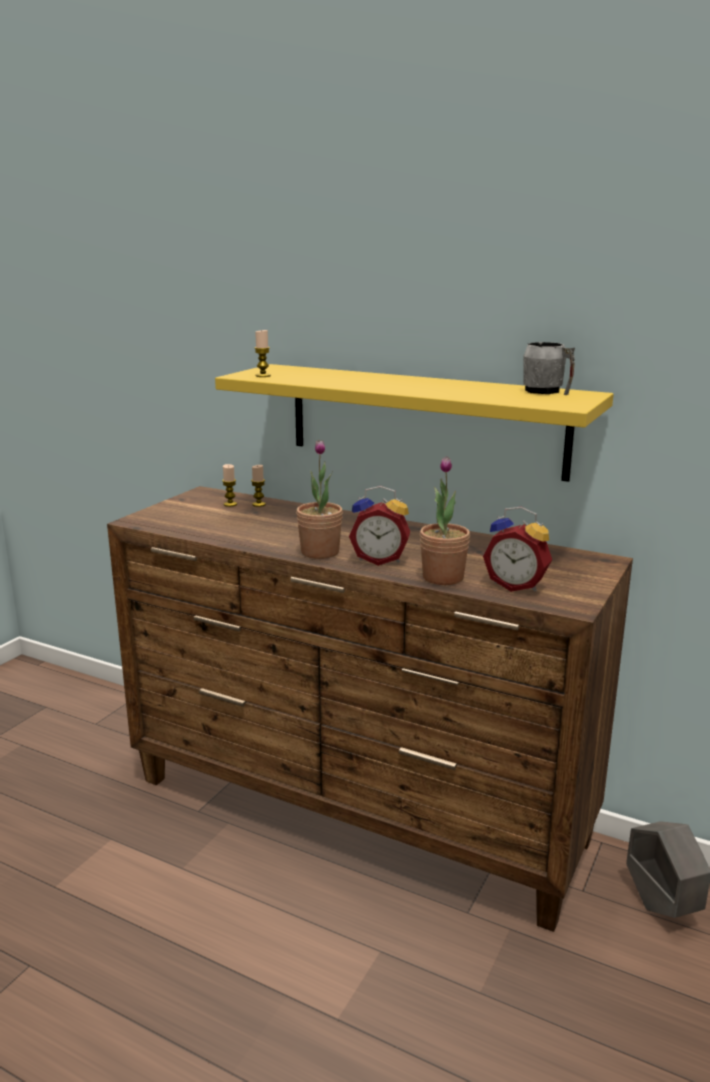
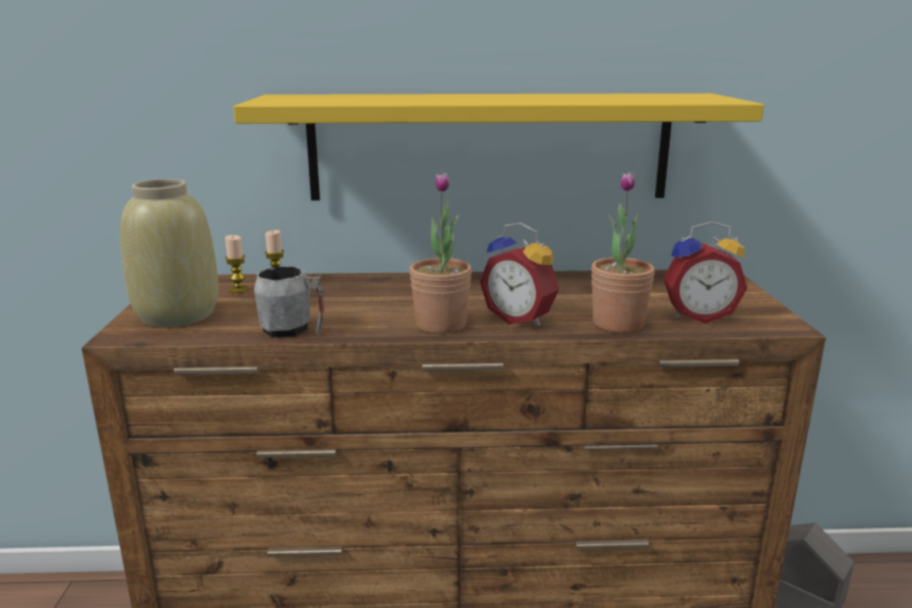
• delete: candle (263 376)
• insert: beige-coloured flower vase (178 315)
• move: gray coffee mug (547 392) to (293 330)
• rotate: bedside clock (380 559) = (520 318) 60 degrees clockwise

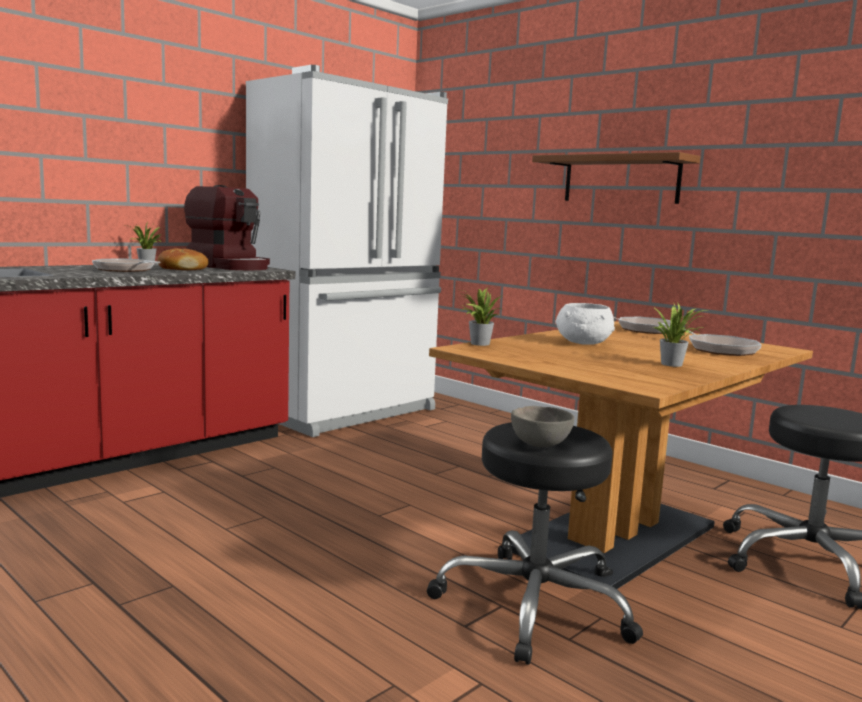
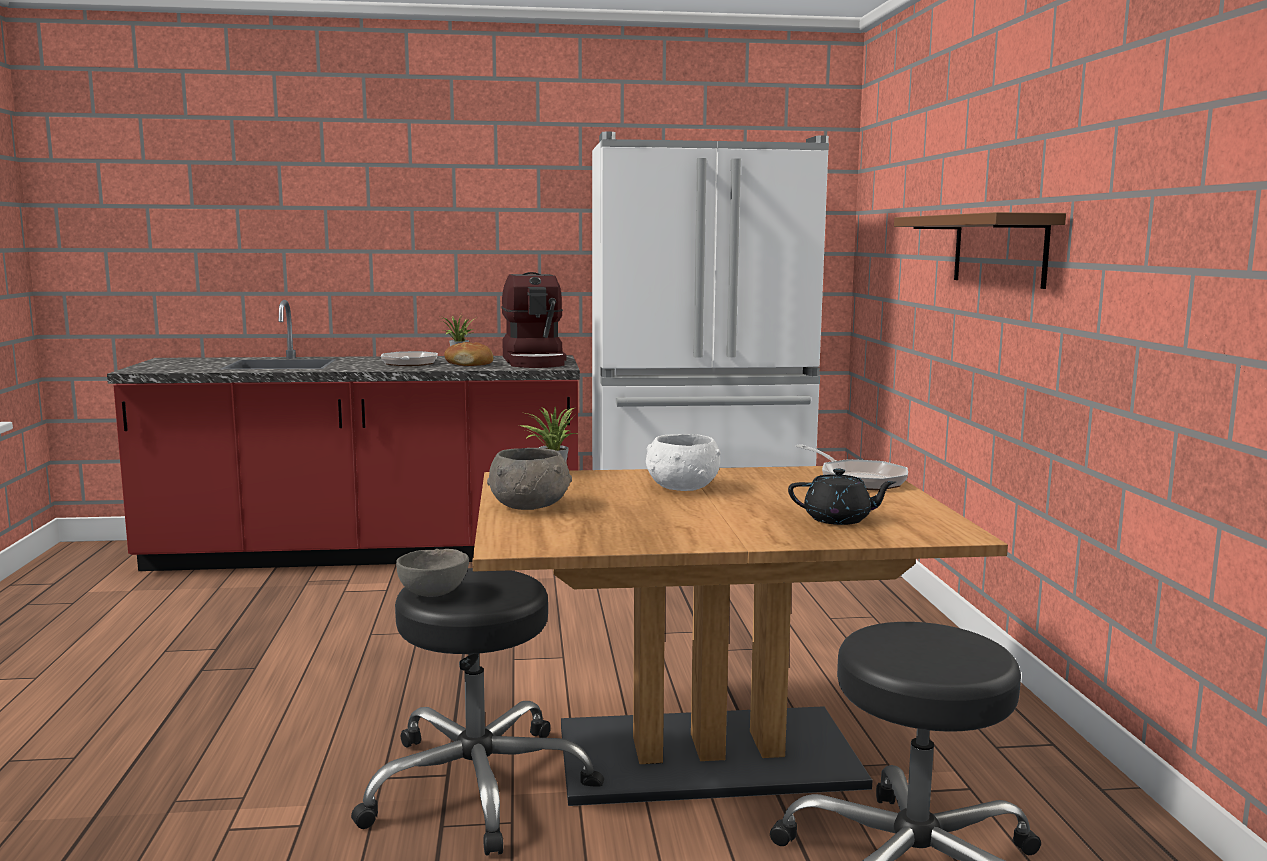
• delete: plant in a pot (674 364)
• insert: gray serving bowl (530 506)
• replace: frying pan (716 349) to black pot for tea (838 519)

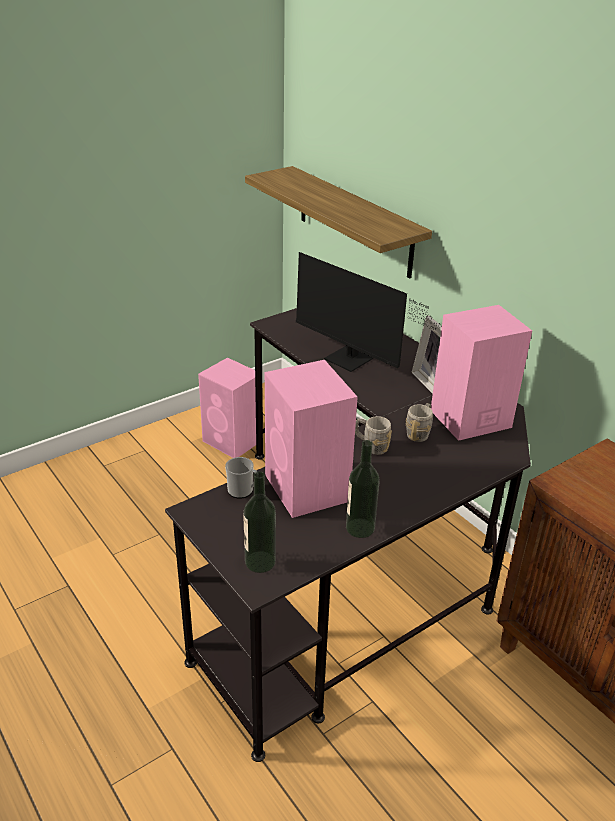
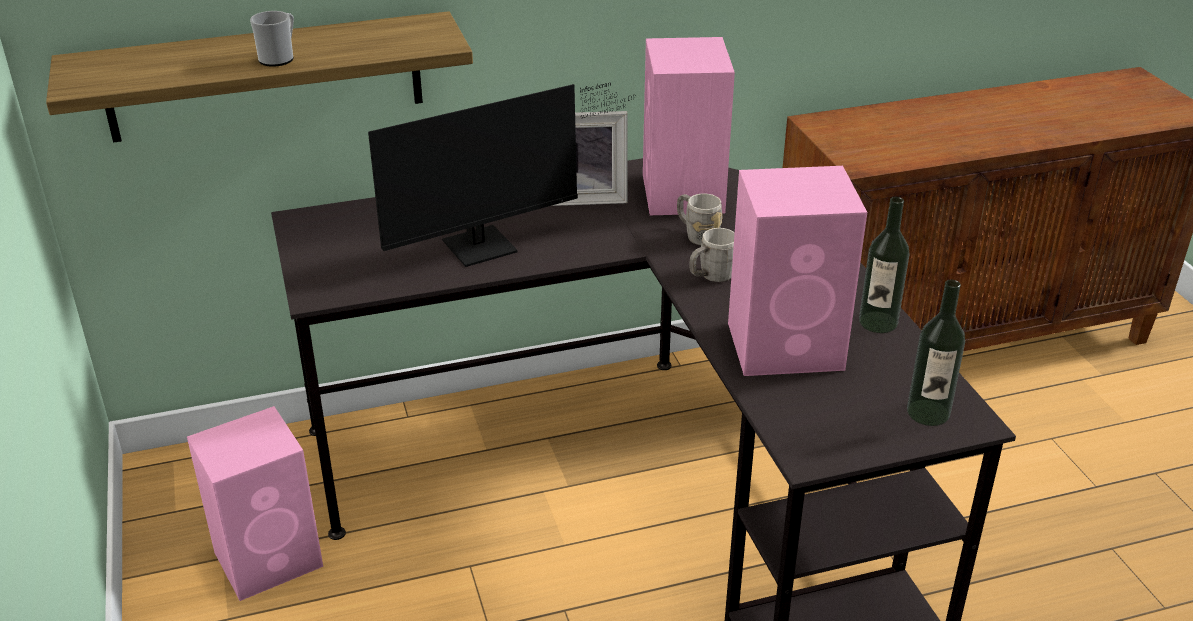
• move: coffee mug (243 491) to (279 58)

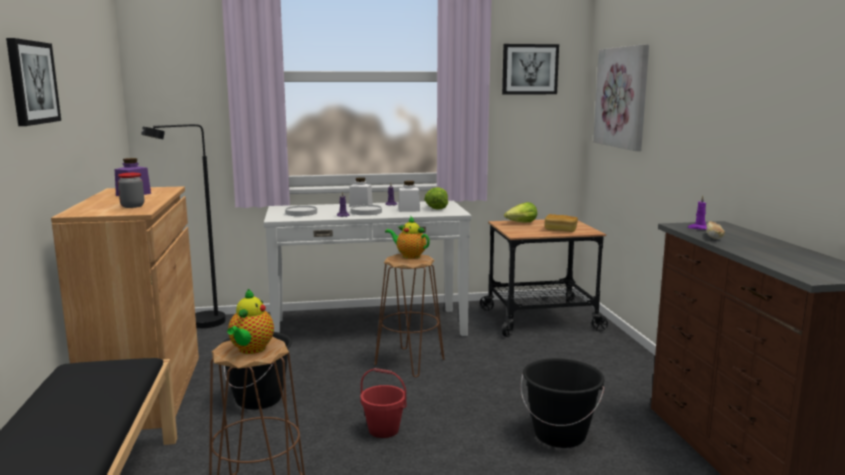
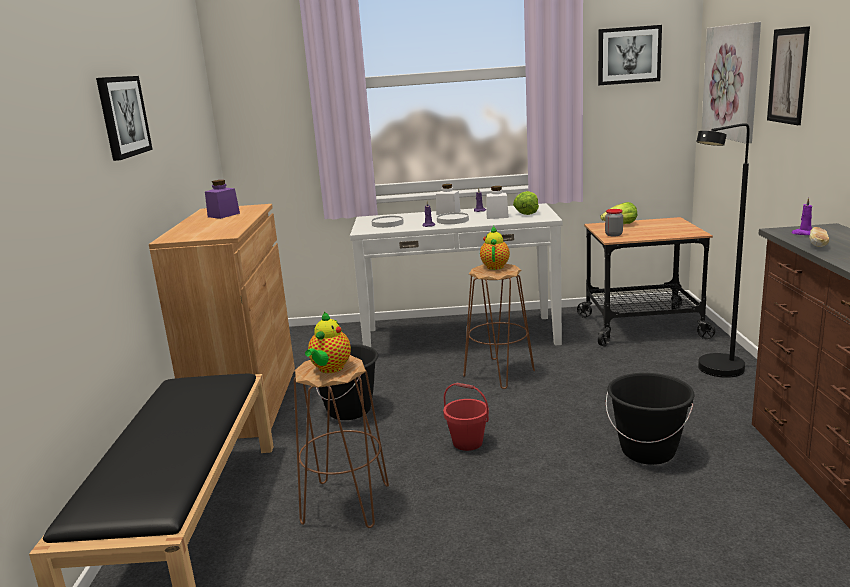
• delete: bread (560 230)
• insert: wall art (788 76)
• move: preserve jar (132 206) to (613 234)
• move: black floor lamp (198 325) to (715 372)
• rotate: pot for tea (409 256) = (495 266) 60 degrees clockwise

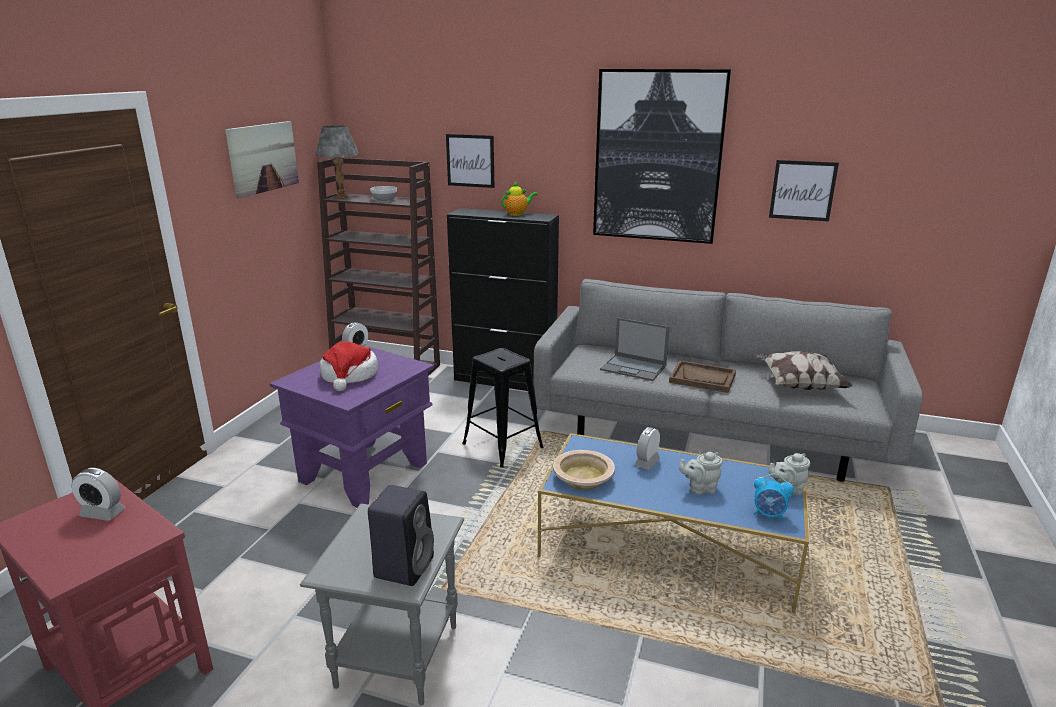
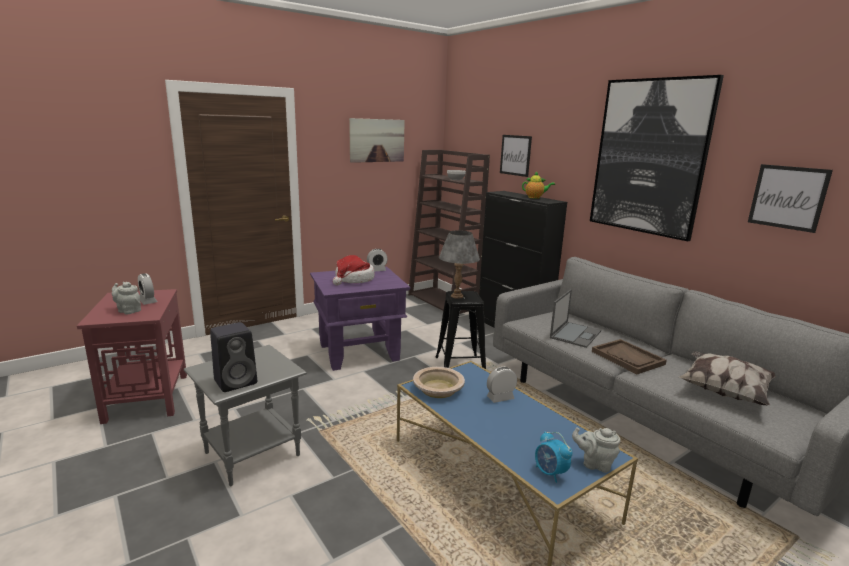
• move: gray tabletop lamp (342 197) to (457 296)
• move: gray pot for tea (700 488) to (128 310)
• rotate: notebook computer (634 368) = (575 334) 120 degrees counterclockwise

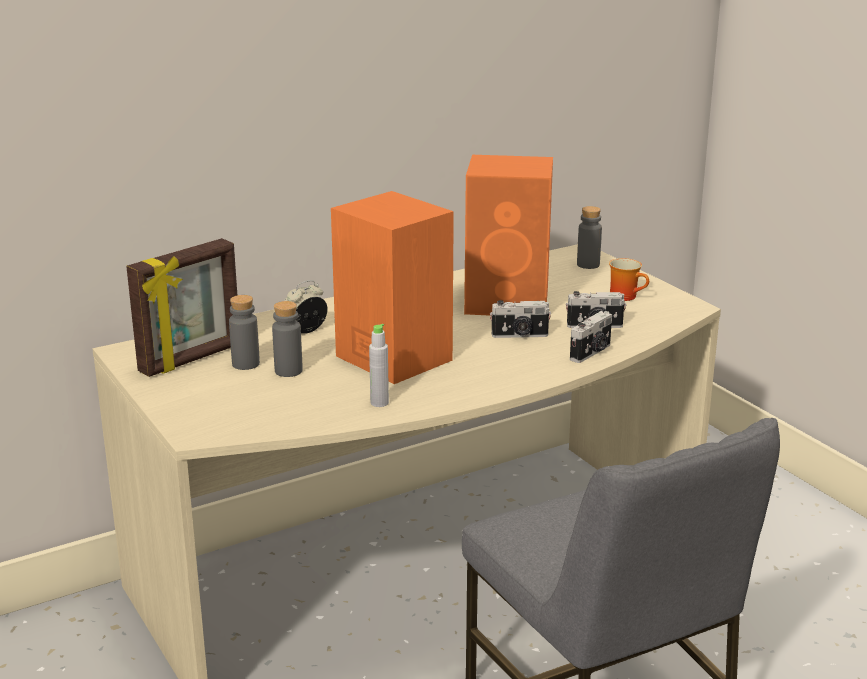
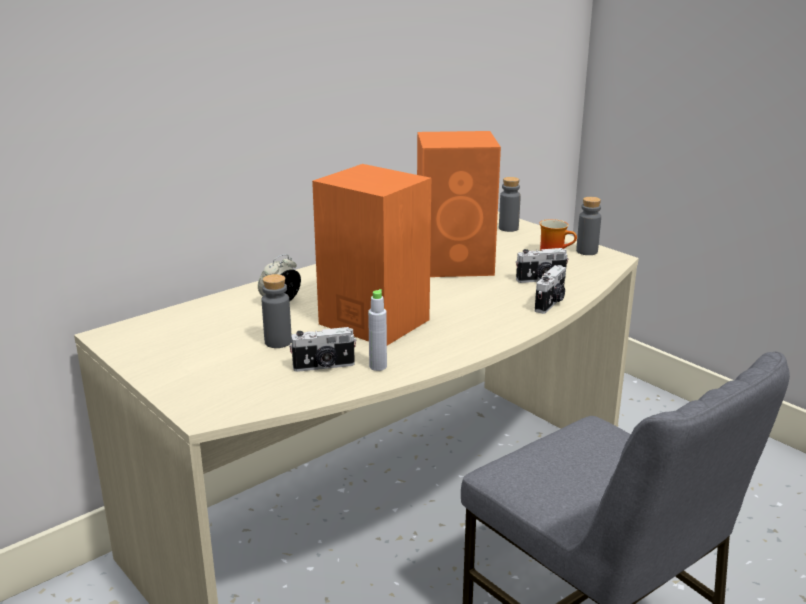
• delete: standing frame (191 359)
• move: gray bottle (245 364) to (587 251)
• move: still camera (520 335) to (324 366)

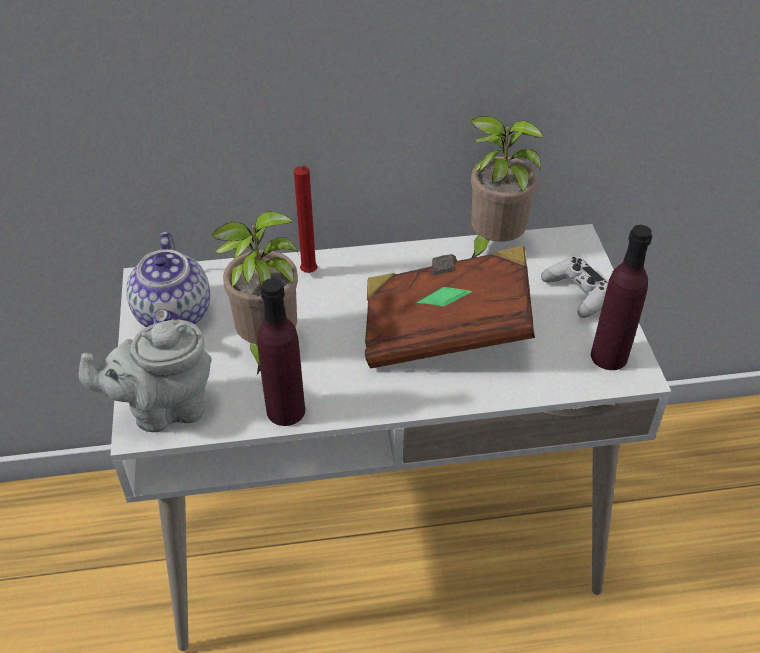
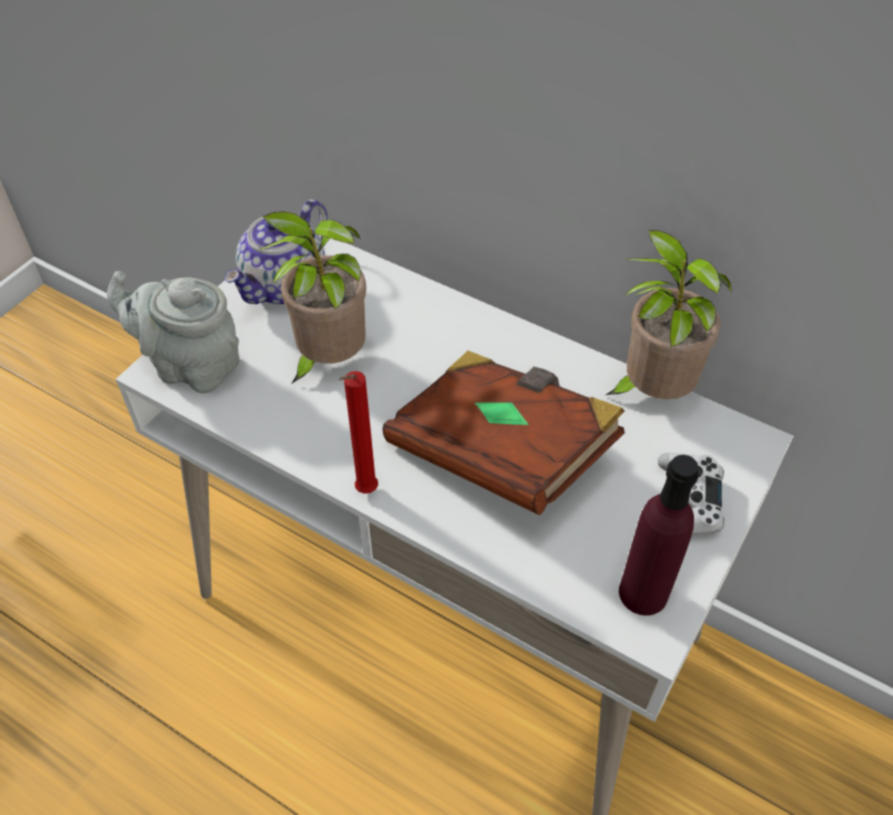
• delete: purplish bottle (285 410)
• move: red-coloured candle (309 274) to (364 492)

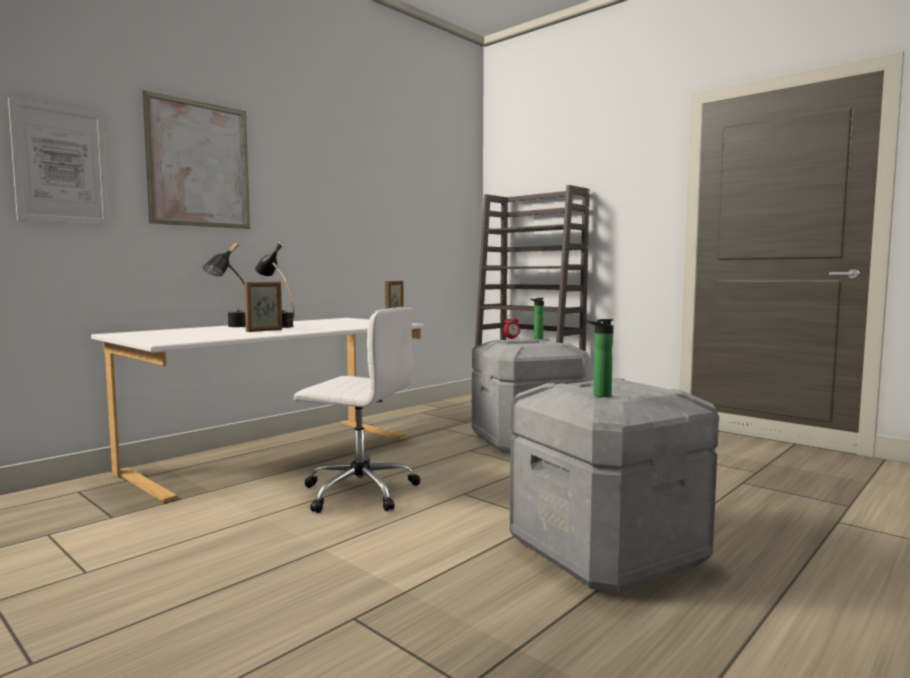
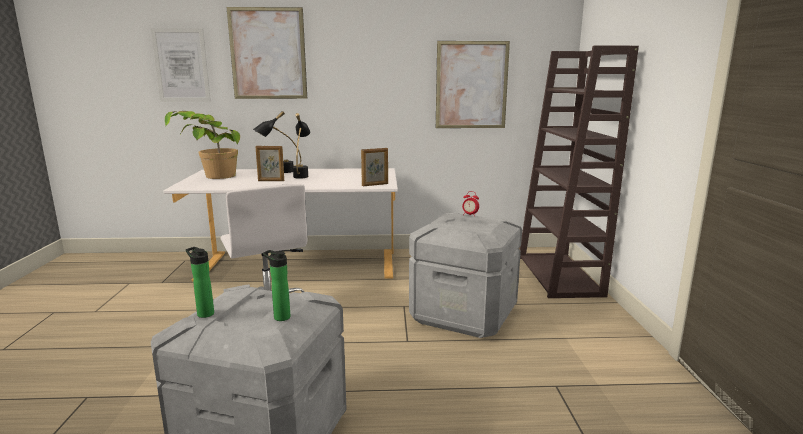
• insert: plant in a pot (209 179)
• insert: wall art (471 85)
• move: bottle (537 338) to (280 317)

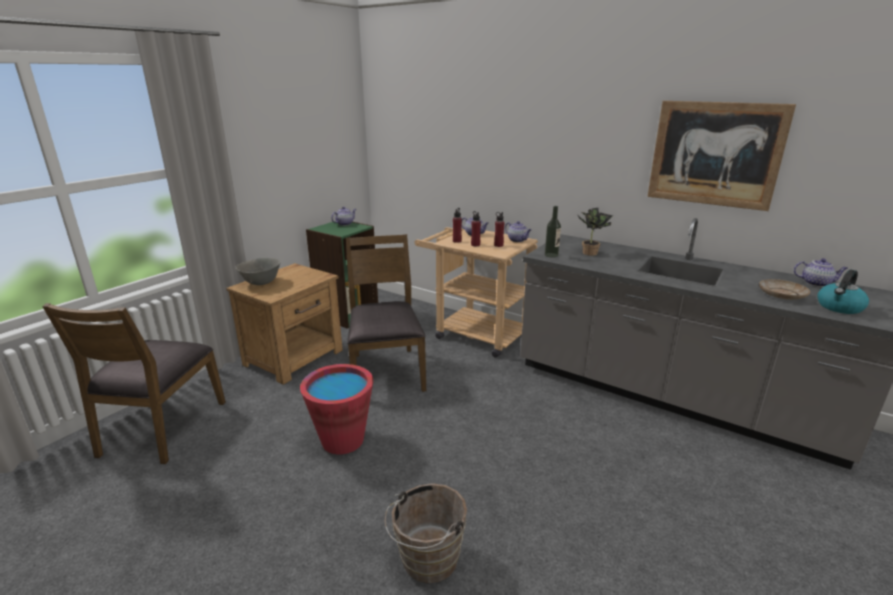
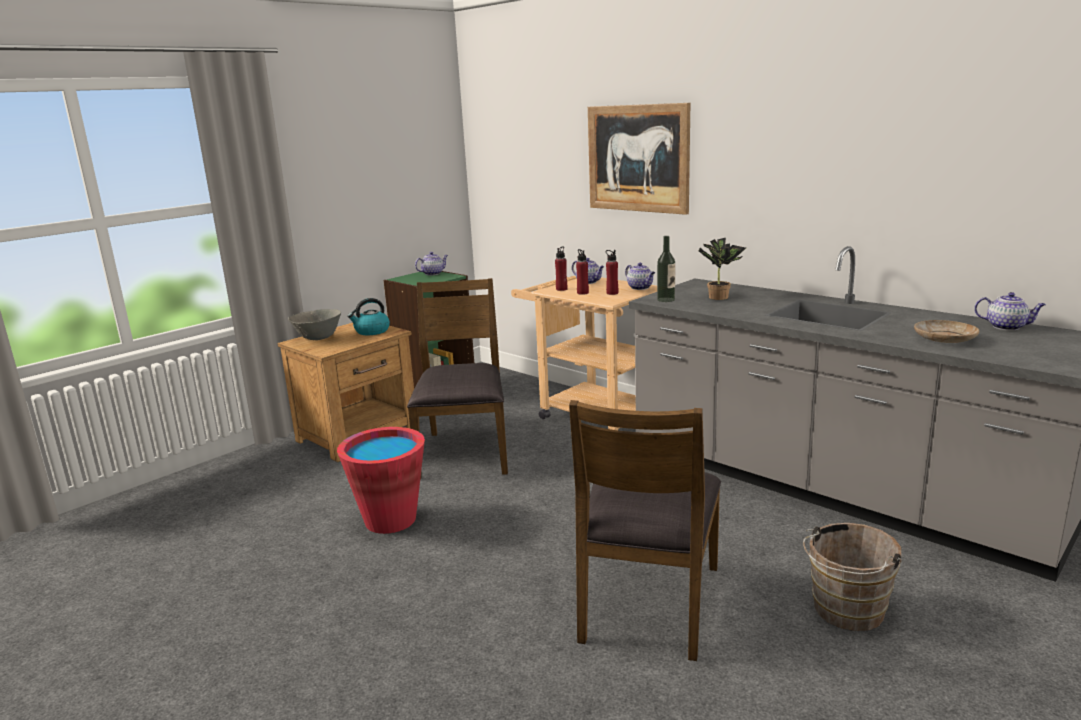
• move: brown-coloured chair (162 428) to (647 602)
• move: brown-coloured pail (426 561) to (845 612)
• move: wall art (715 154) to (638 158)
• move: tea kettle (839 307) to (371 331)

